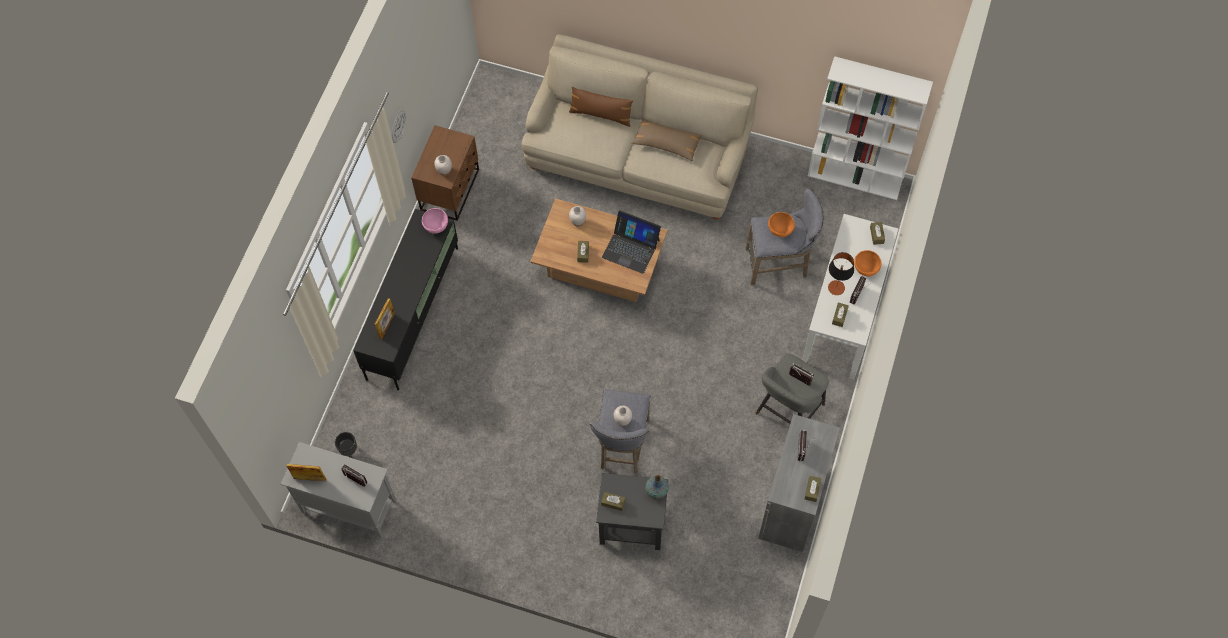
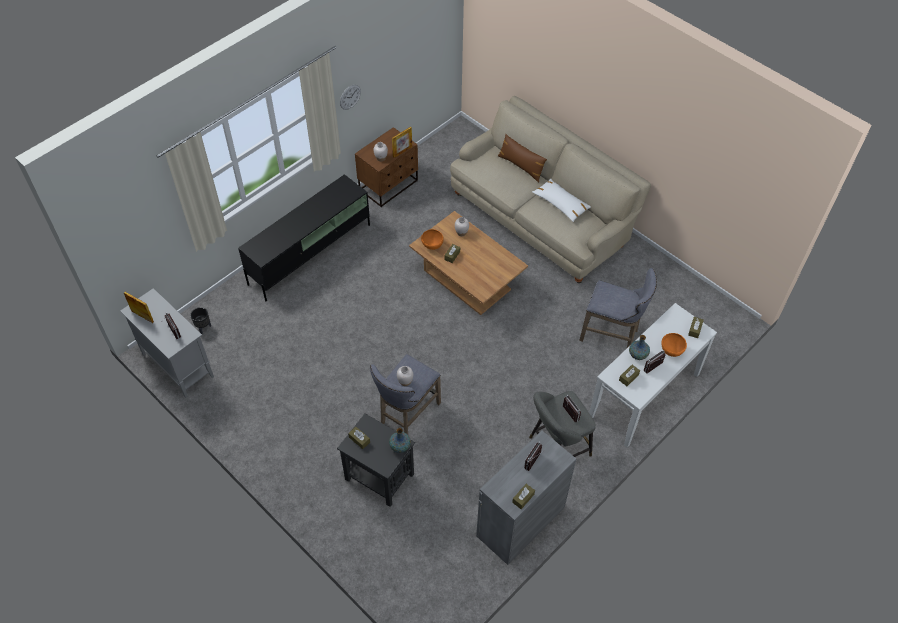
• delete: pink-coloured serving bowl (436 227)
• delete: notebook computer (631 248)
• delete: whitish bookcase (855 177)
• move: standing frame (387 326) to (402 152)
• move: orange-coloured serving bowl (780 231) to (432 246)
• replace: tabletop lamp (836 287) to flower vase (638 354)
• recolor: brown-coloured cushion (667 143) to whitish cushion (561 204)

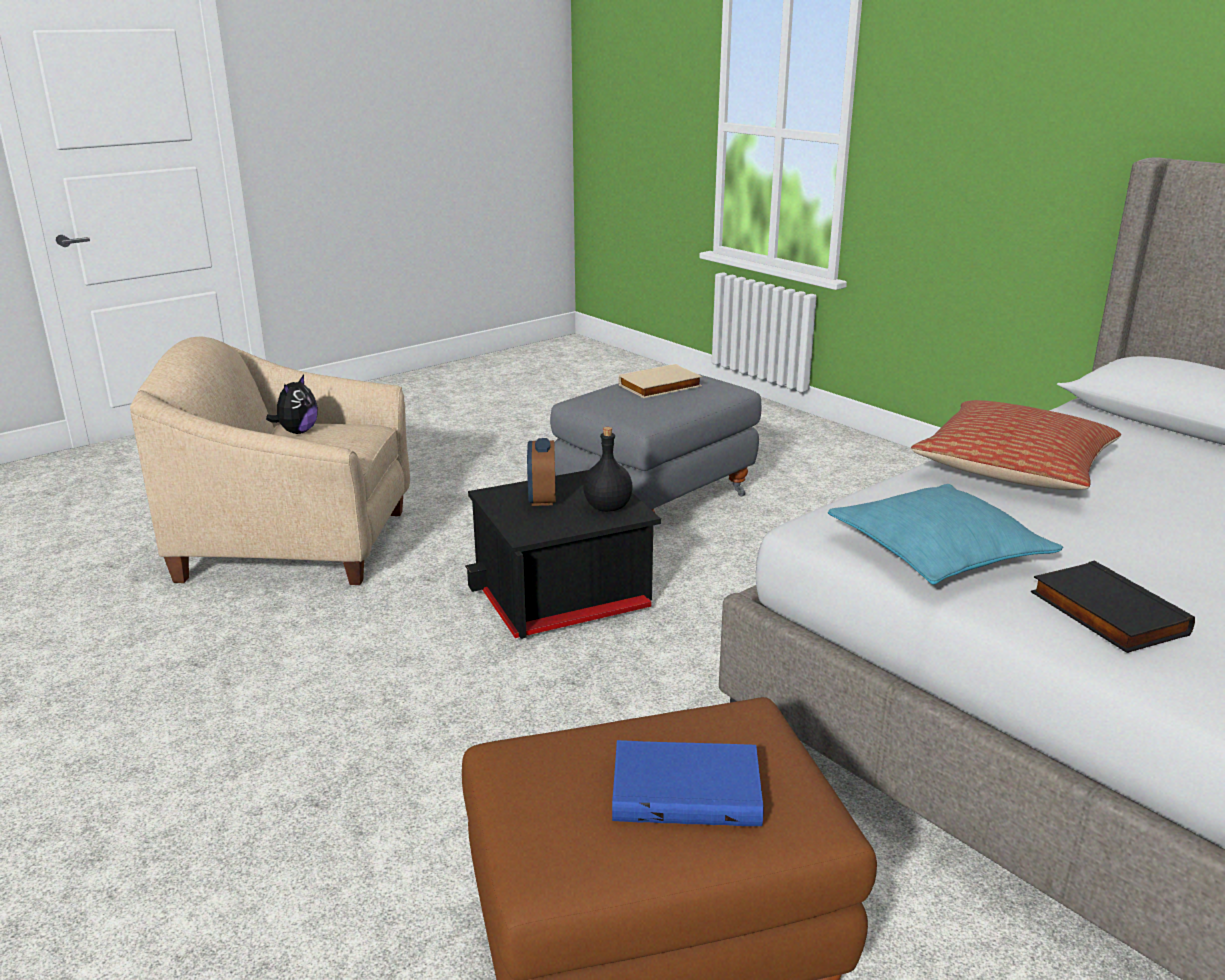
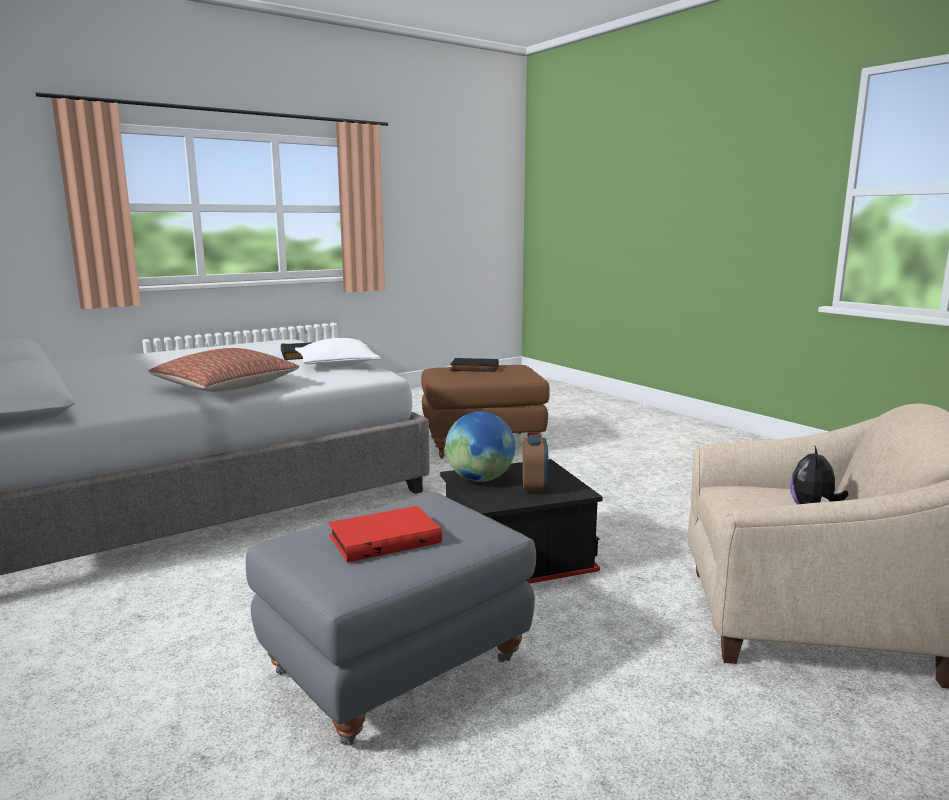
• replace: black bottle (607 507) to globe (479 479)
• recolor: blue-coloured bound book (687 788) to black bound book (474 368)
• recolor: beige-coloured bound book (660 386) to red-coloured bound book (384 538)
• recolor: turquoise cushion (937 552) to whitish cushion (337 365)

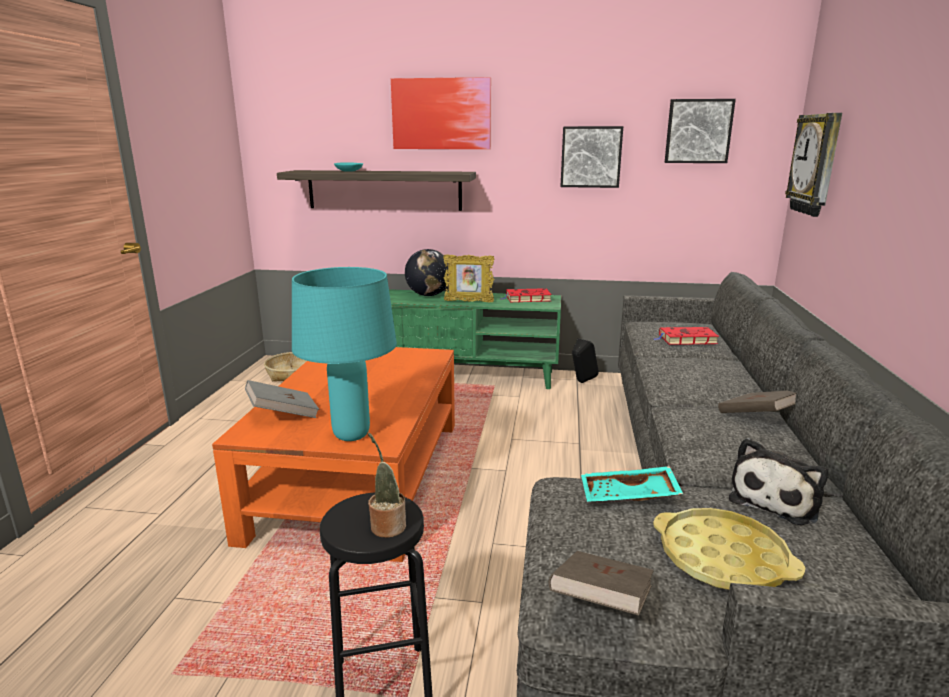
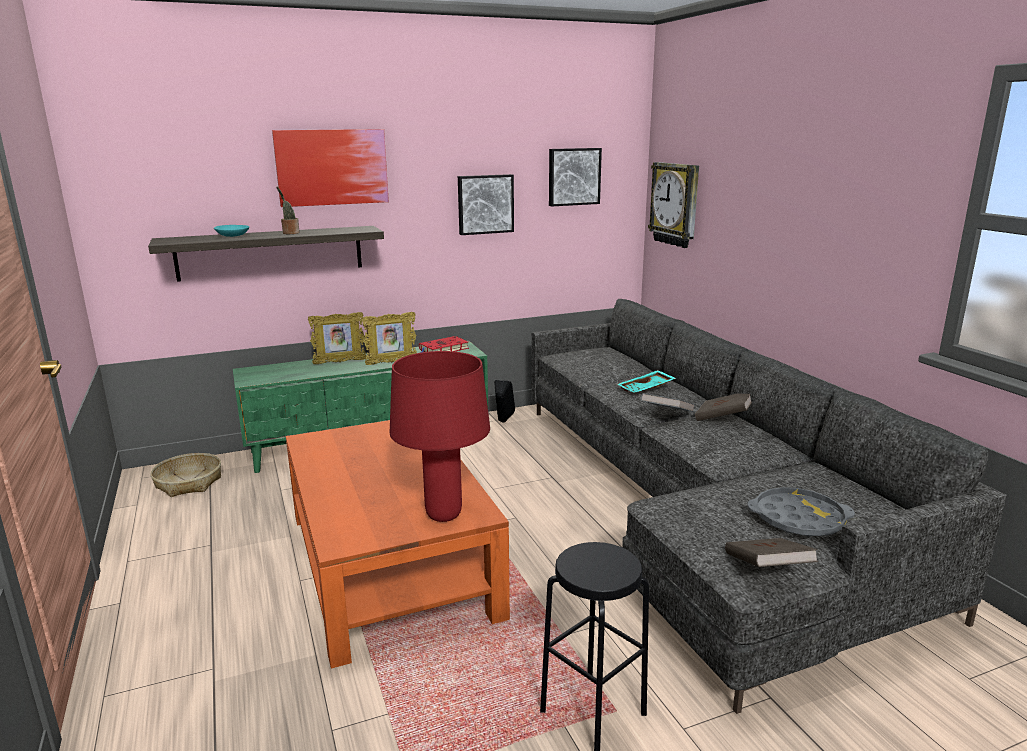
• delete: red-coloured bound book (686 339)
• delete: plush toy (776 500)
• move: gray bound book (283 414) to (667 415)
• move: plant in a pot (386 525) to (290 233)
• move: turquoise serving tray (628 497) to (646 389)
• replace: globe (428 295) to standing frame (339 362)
• recolor: turquoise tabletop lamp (351 435) to red-coloured tabletop lamp (444 515)
• recolor: yellow-coloured serving tray (722 558) to gray serving tray (798 519)

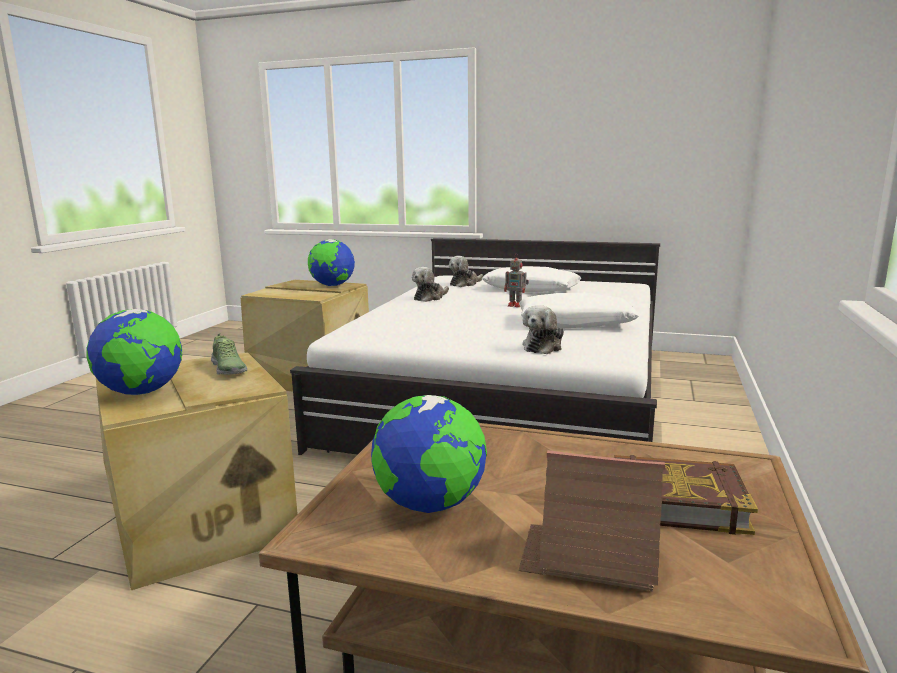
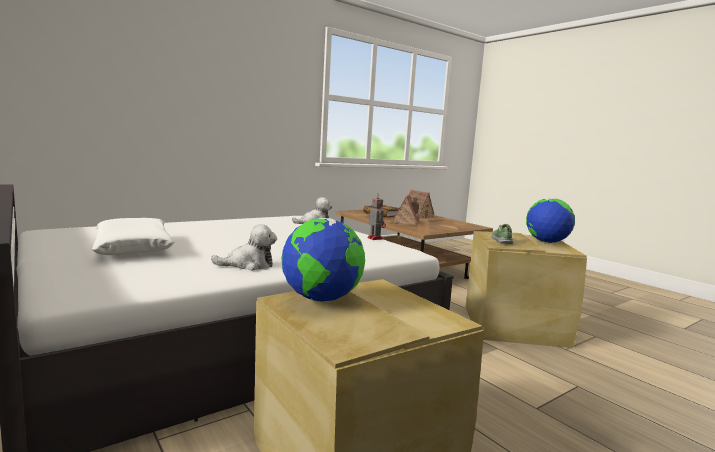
• delete: globe (430 505)
• delete: plush toy (465 284)
• delete: whitish cushion (575 323)
• insert: model house (406 221)
• move: model robot (516 305) to (374 238)

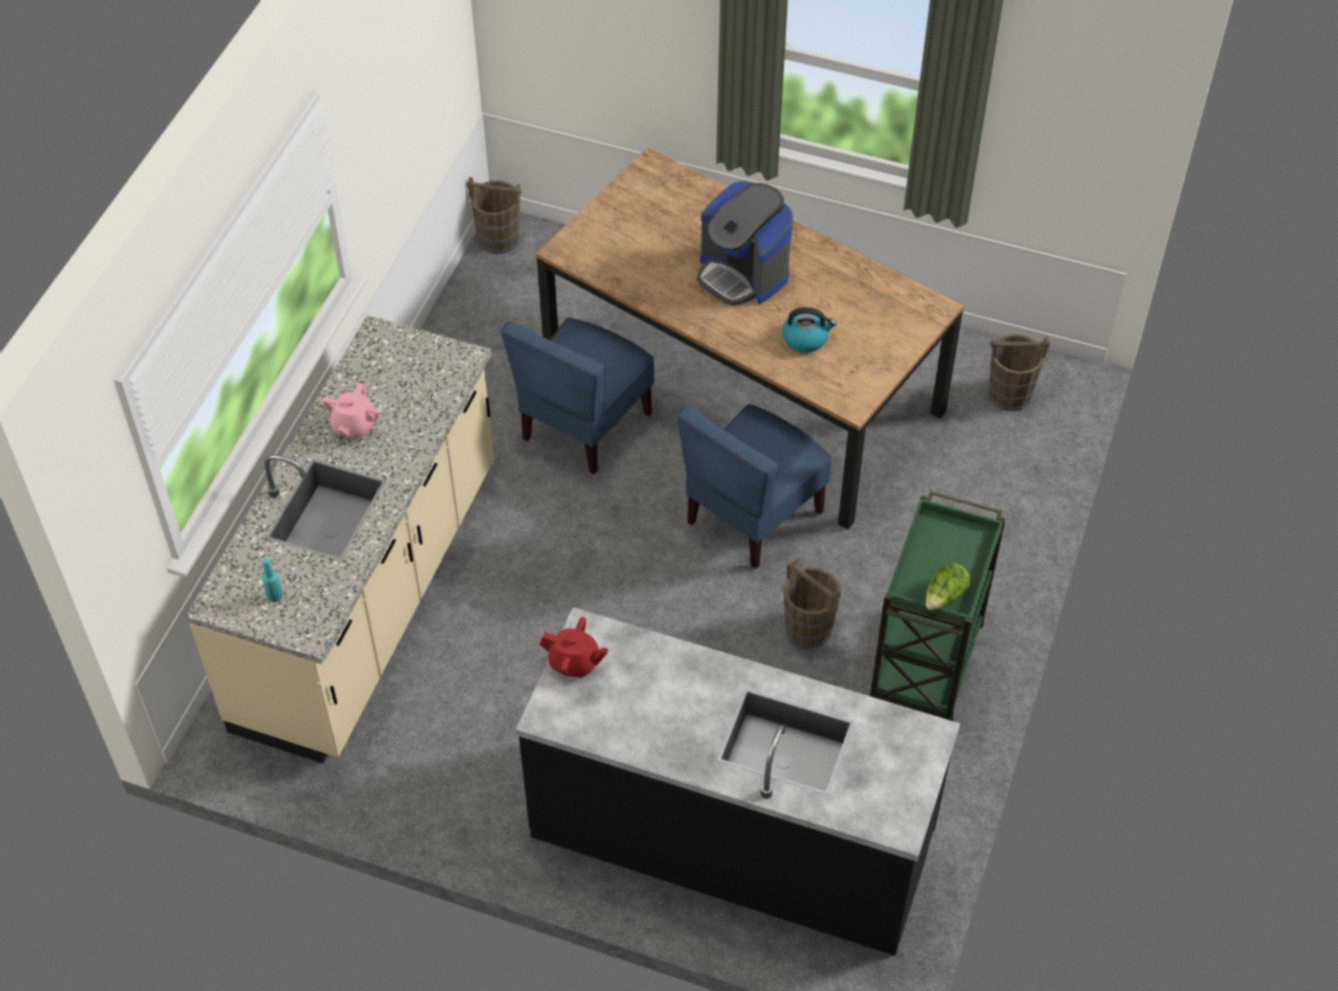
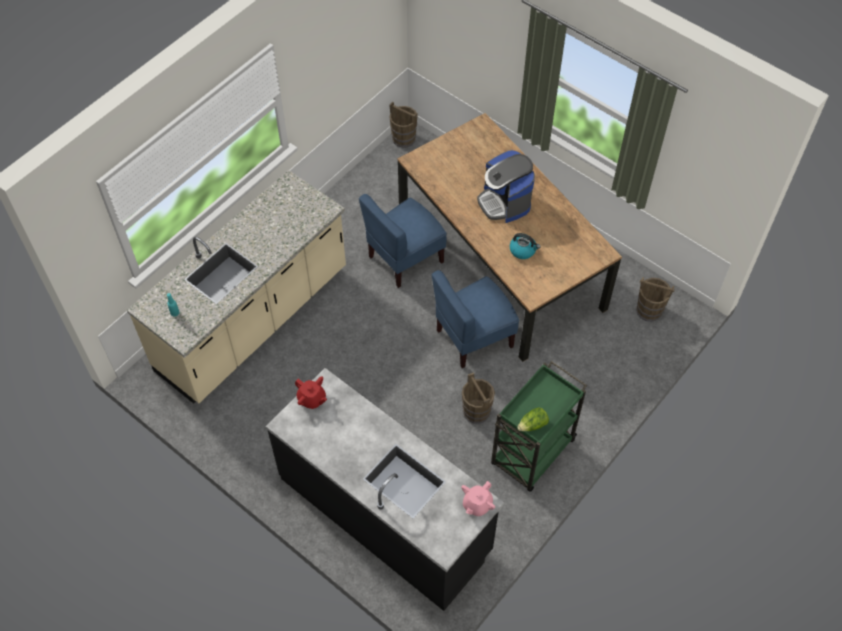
• move: pink-coloured pot for tea (354 426) to (477 504)

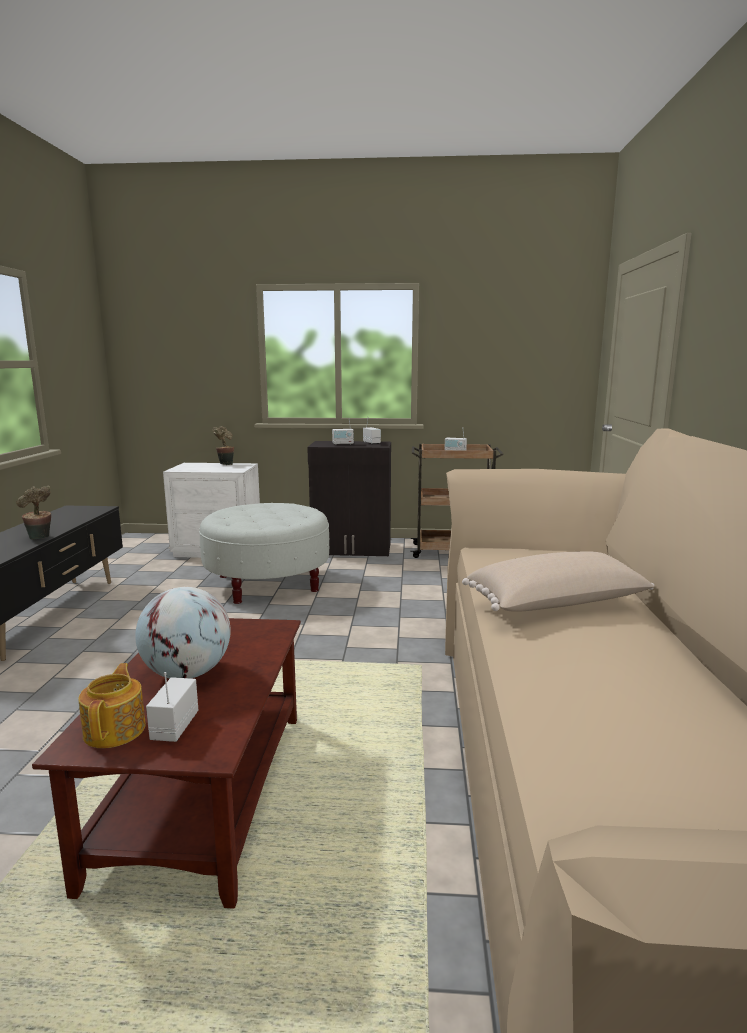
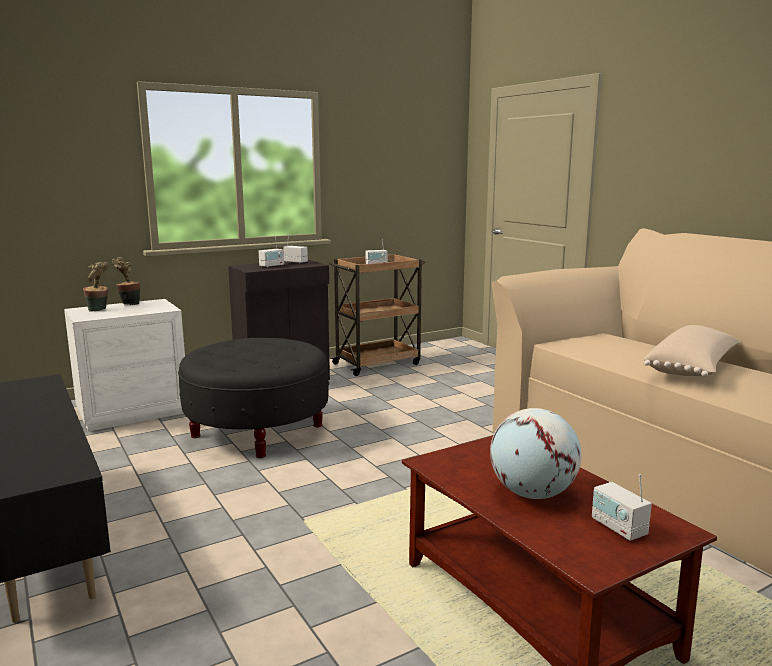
• delete: pot for tea (116 729)
• move: plant in a pot (40 538) to (99 310)
• recolor: whitish footrest (267 583) to black footrest (257 431)

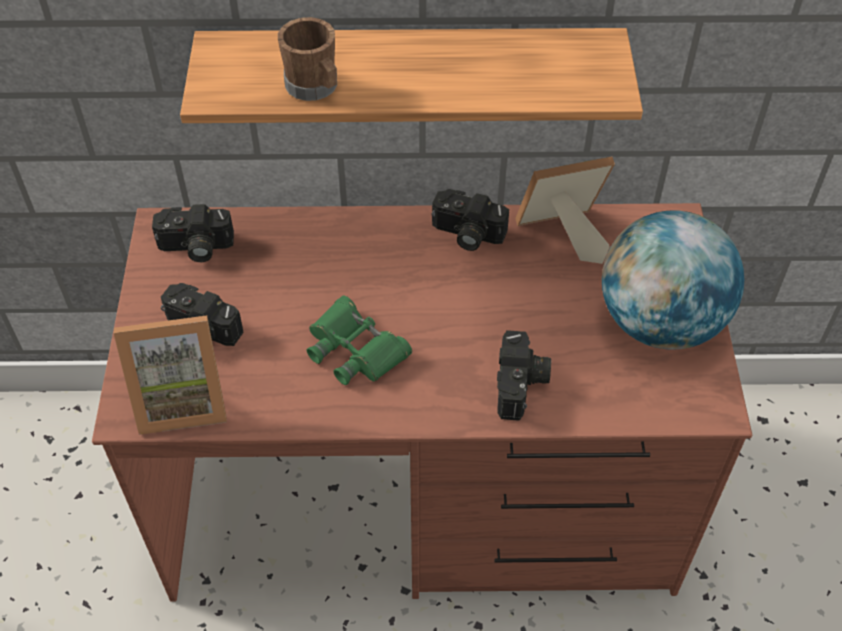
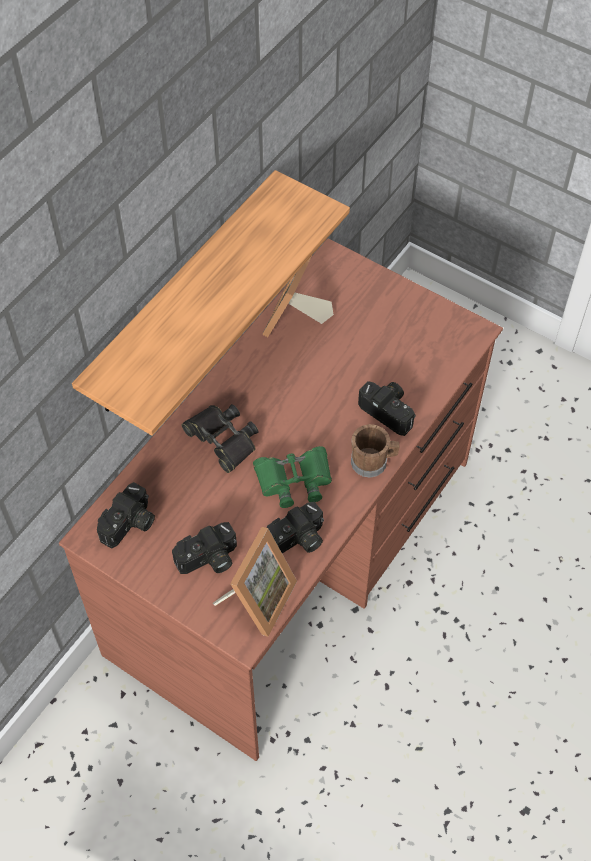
• delete: globe (659 322)
• insert: black pair of binoculars (223 439)
• move: brown-coloured coffee mug (315 87) to (373 462)
• move: still camera (466 234) to (297 541)

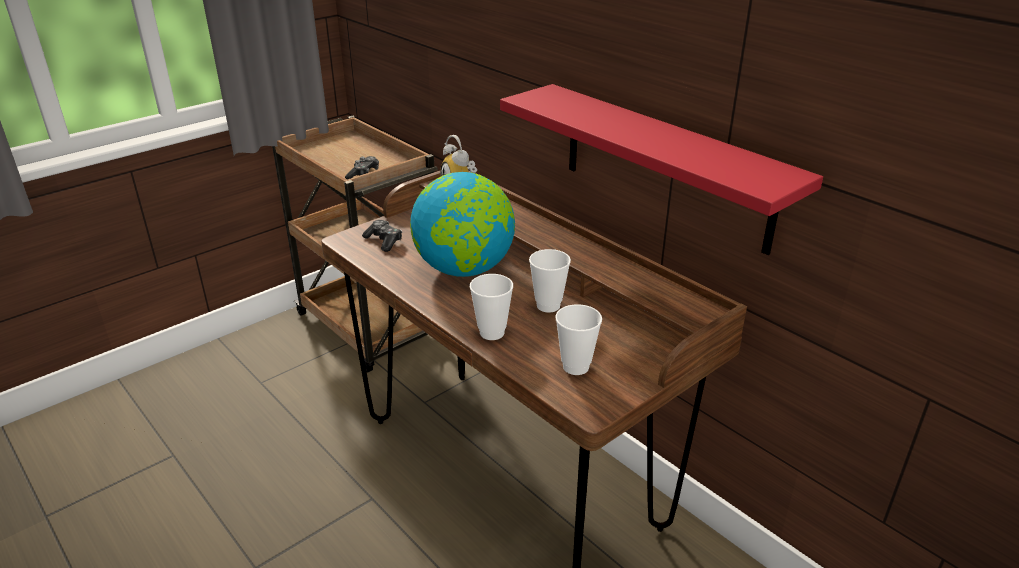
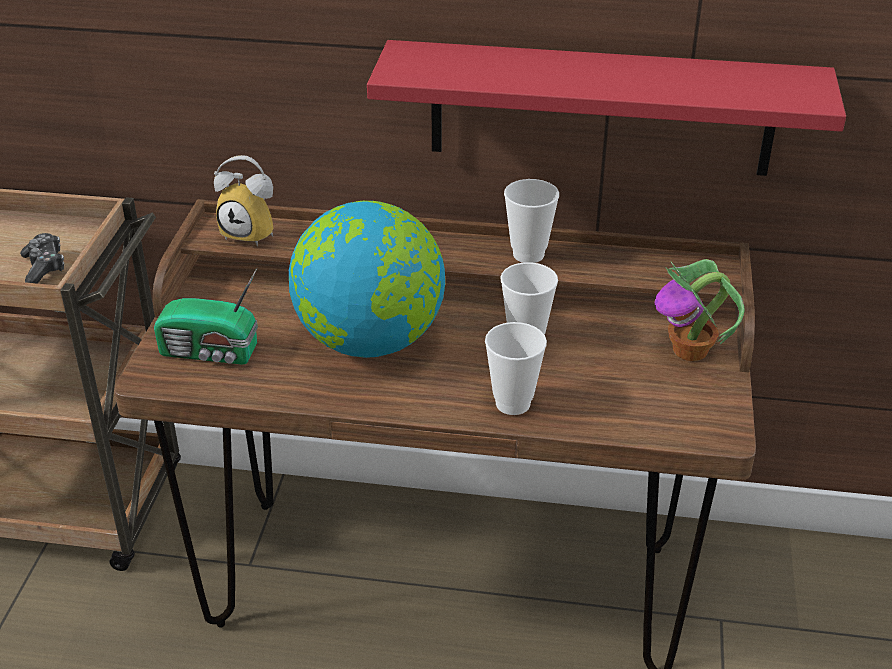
• insert: plant in a pot (691 351)
• move: drinking cup (576 367) to (528 254)
• replace: gamepad (384 241) to radio set (211 352)

